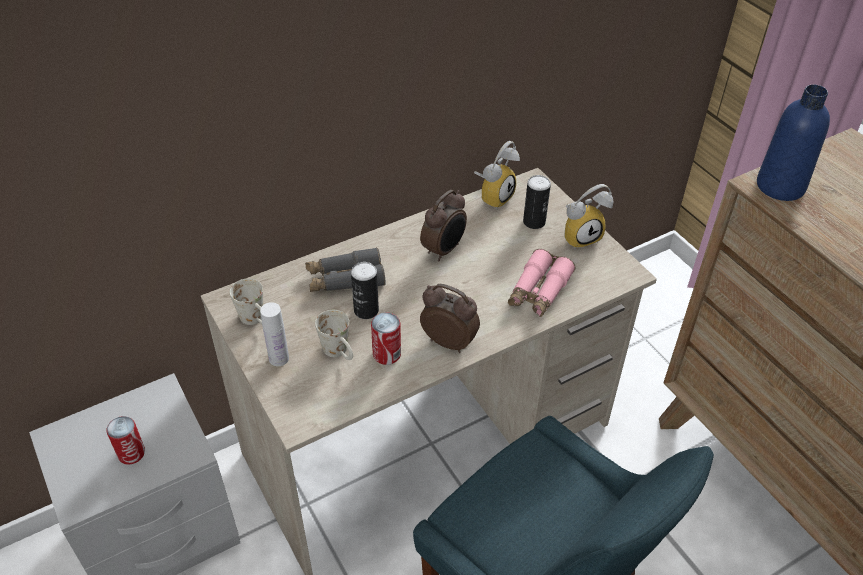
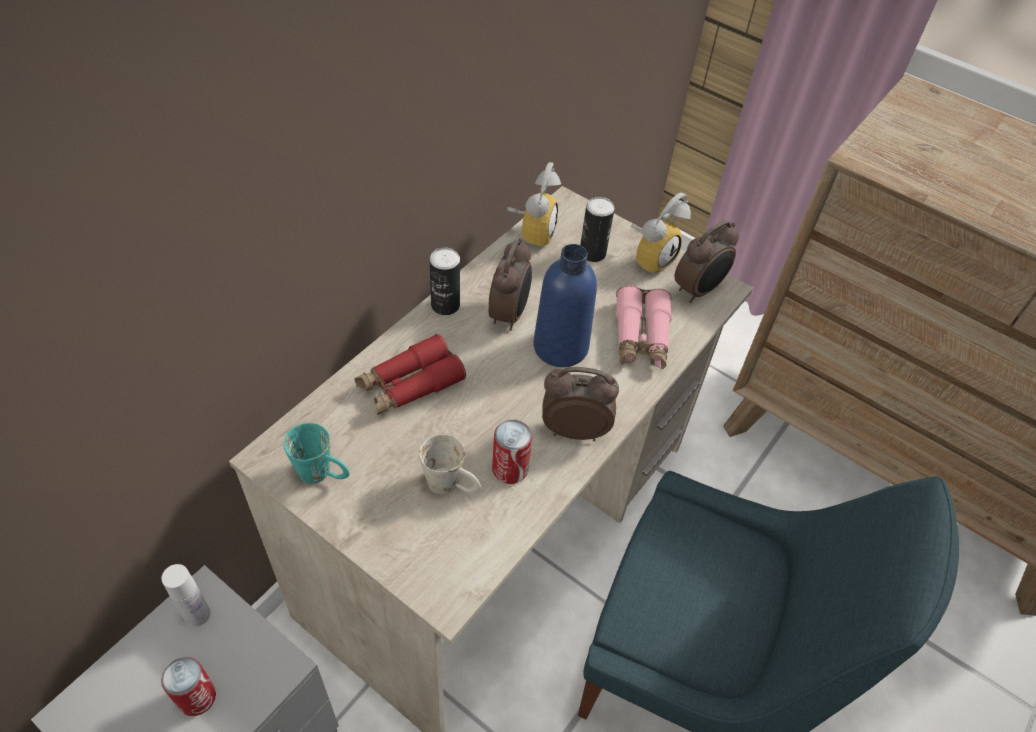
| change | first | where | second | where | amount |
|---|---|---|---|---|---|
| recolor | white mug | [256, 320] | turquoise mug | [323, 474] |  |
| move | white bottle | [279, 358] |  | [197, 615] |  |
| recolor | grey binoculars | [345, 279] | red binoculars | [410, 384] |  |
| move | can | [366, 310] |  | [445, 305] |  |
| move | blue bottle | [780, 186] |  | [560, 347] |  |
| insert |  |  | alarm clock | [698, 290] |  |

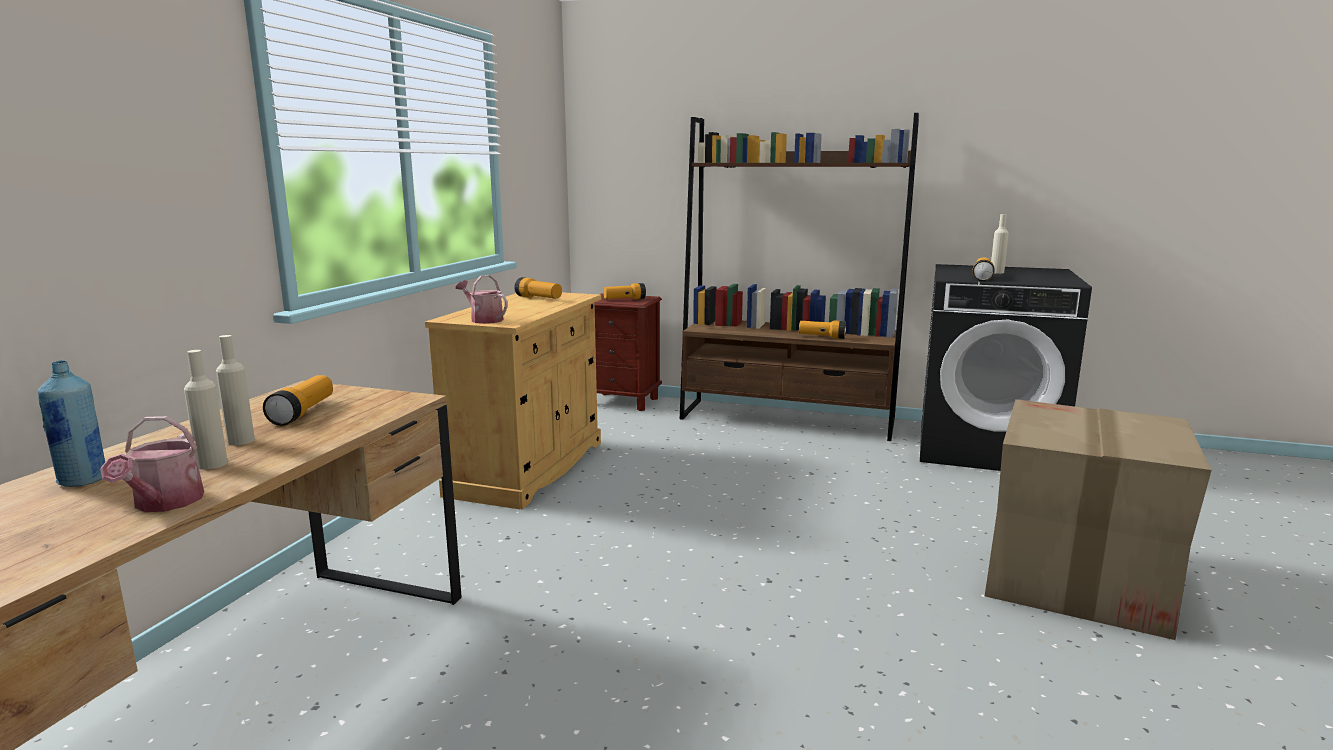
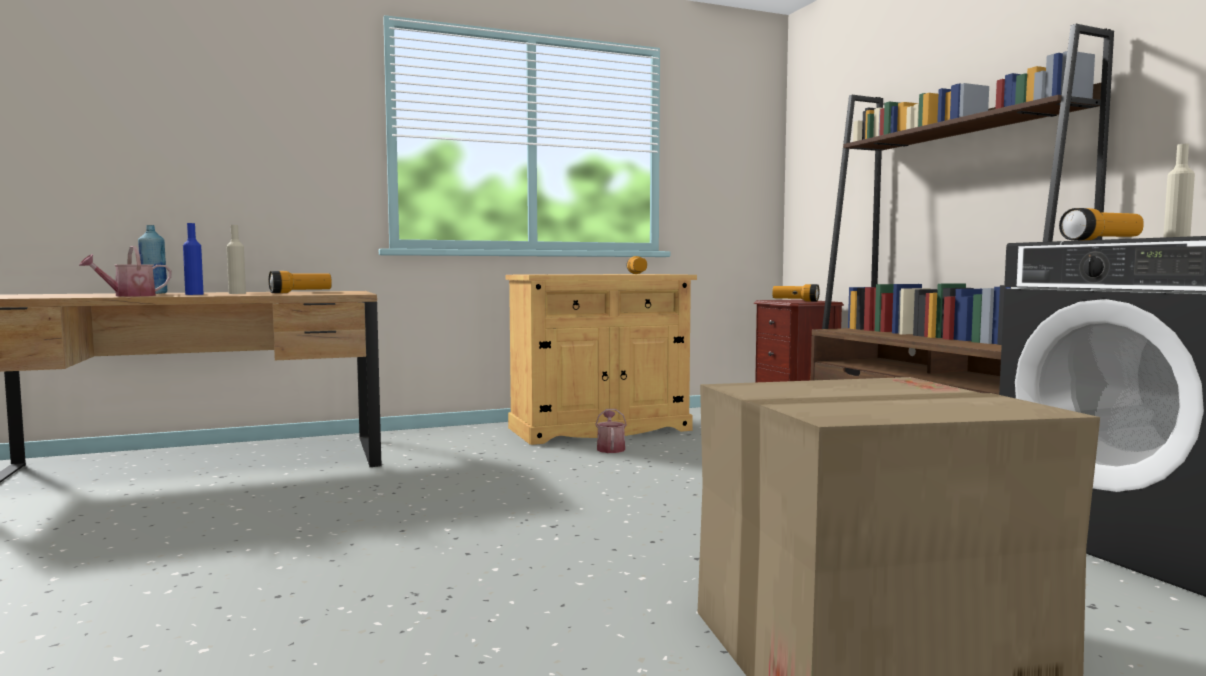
| change | first | where | second | where | amount |
|---|---|---|---|---|---|
| recolor | beige bottle | [212, 464] | blue bottle | [194, 294] |  |
| move | watering can | [484, 320] |  | [610, 448] |  |
| delete | flashlight | [822, 337] |  |  |  |

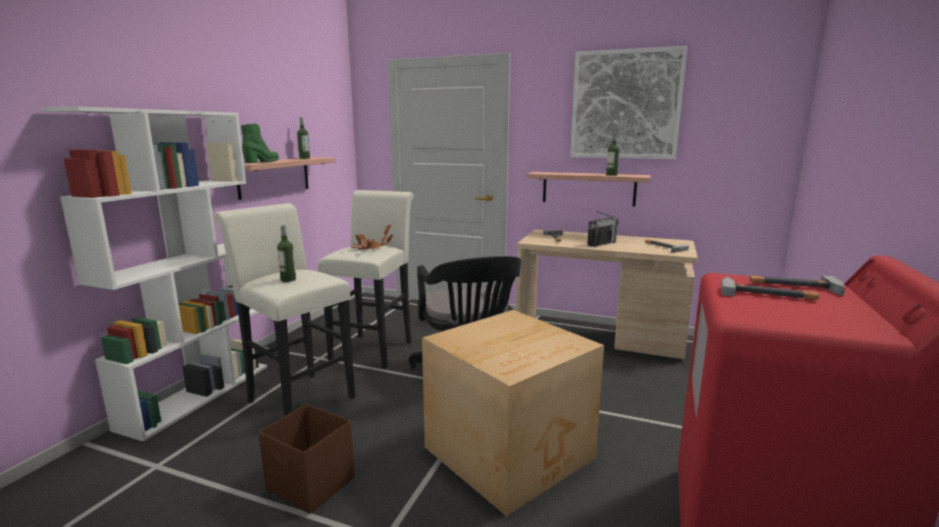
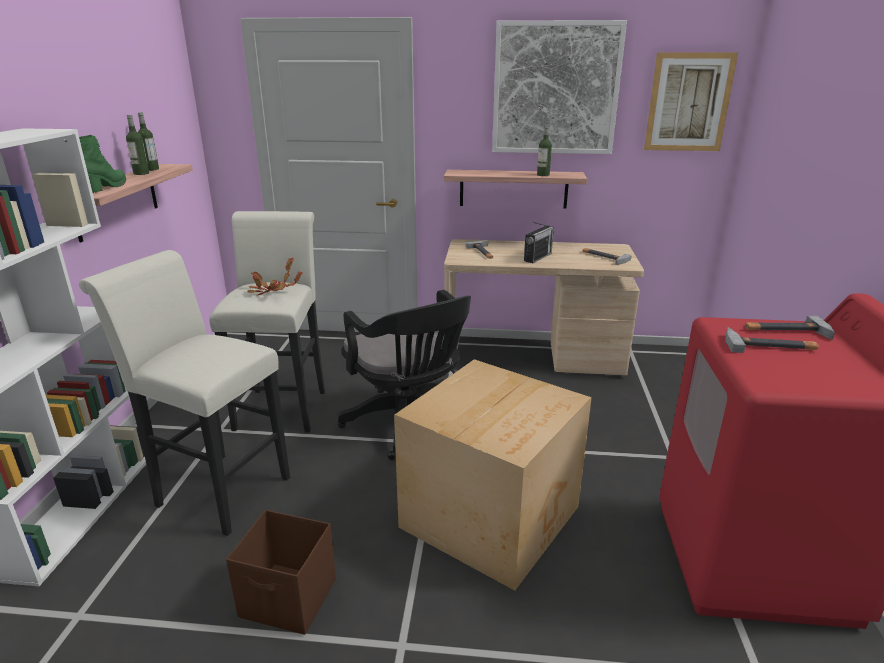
| change | first | where | second | where | amount |
|---|---|---|---|---|---|
| move | bottle | [288, 280] |  | [141, 173] |  |
| insert |  |  | picture | [688, 102] |  |

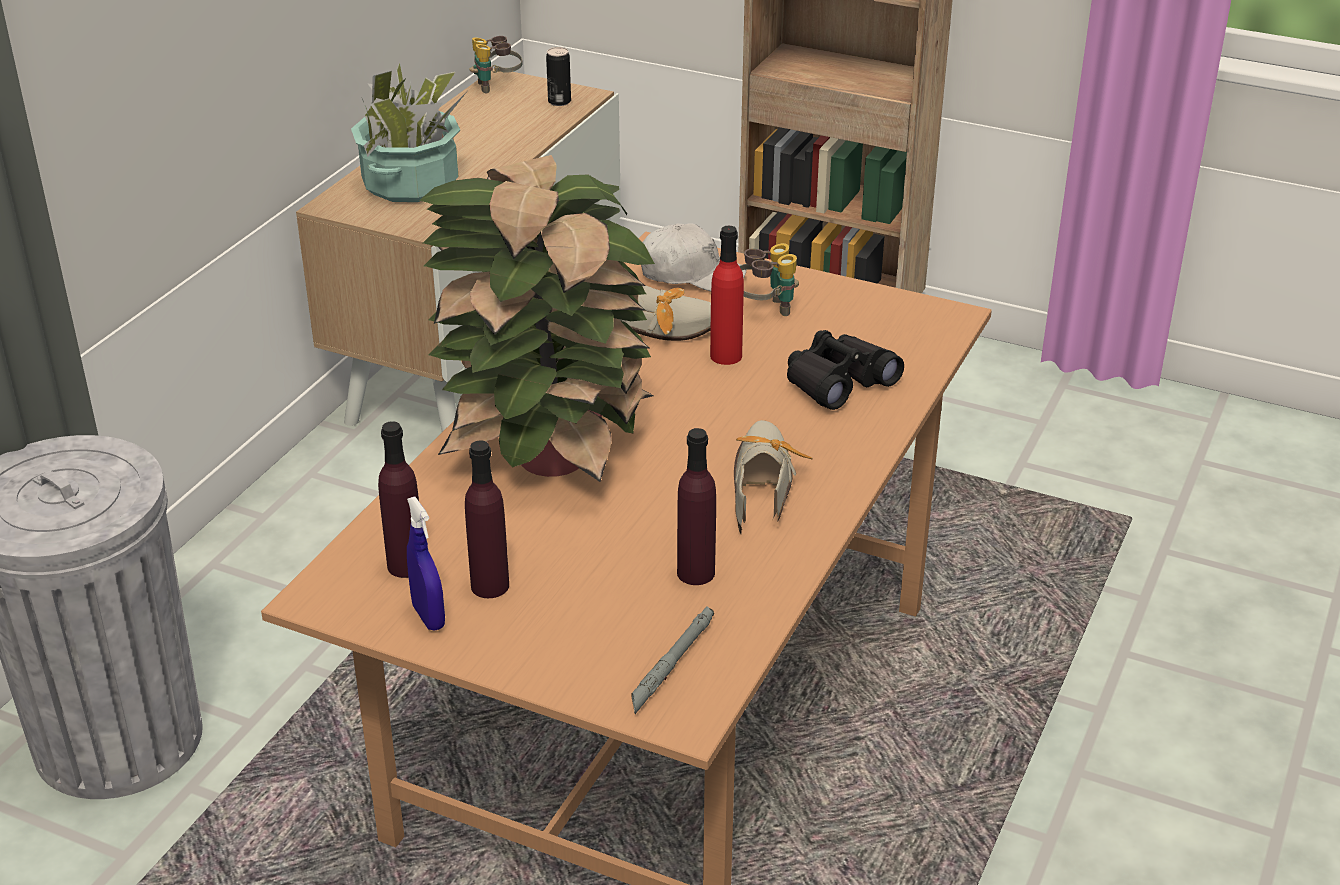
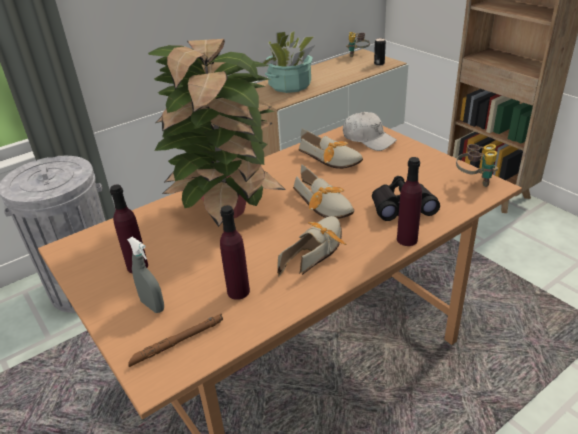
| change | first | where | second | where | amount |
|---|---|---|---|---|---|
| move | purple bottle | [406, 565] |  | [407, 239] |  |
| delete | blue spray bottle | [428, 617] |  |  |  |
| recolor | grey flashlight | [672, 664] | brown flashlight | [178, 342] |  |
| delete | red bottle | [726, 356] |  |  |  |
| move | binoculars | [764, 310] |  | [474, 181] |  |
| insert |  |  | grey spray bottle | [152, 306] |  |
| insert |  |  | shoe | [325, 206] |  |

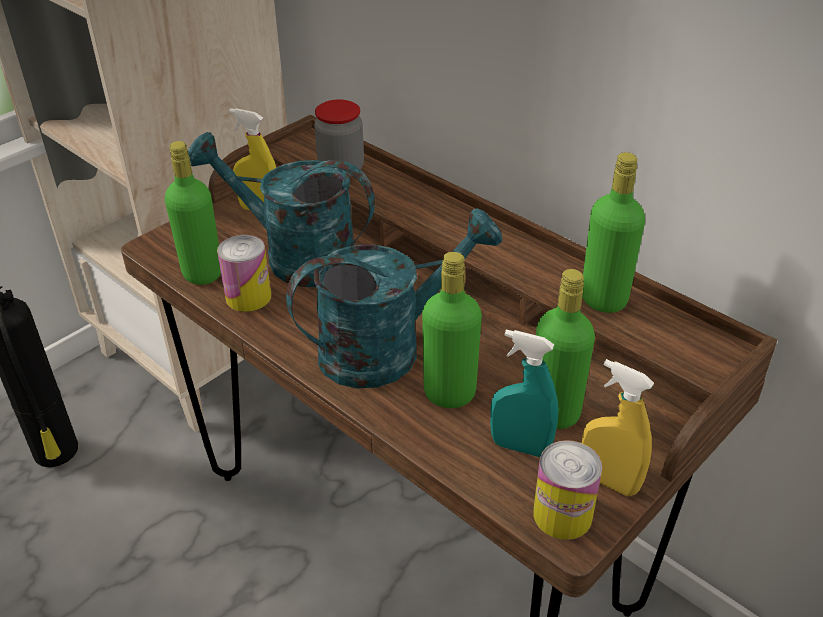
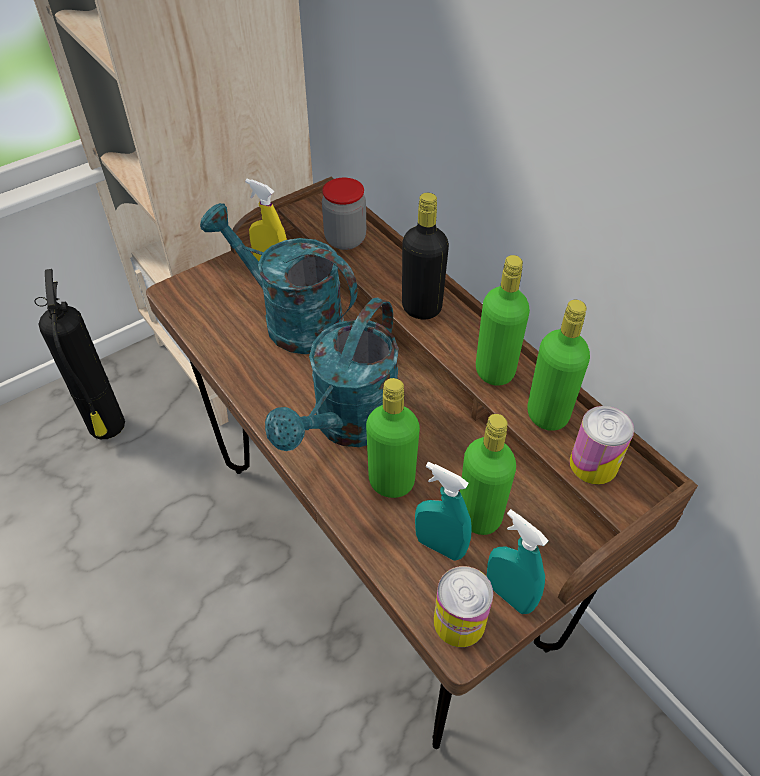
| change | first | where | second | where | amount |
|---|---|---|---|---|---|
| move | green bottle | [202, 273] |  | [494, 371] |  |
| move | can | [248, 297] |  | [593, 464] |  |
| rotate | turquoise watering can | [387, 347] |  | [348, 426] | 135 degrees clockwise |
| recolor | yellow spray bottle | [608, 481] | turquoise spray bottle | [509, 595] |  |
| insert |  |  | black bottle | [421, 308] |  |

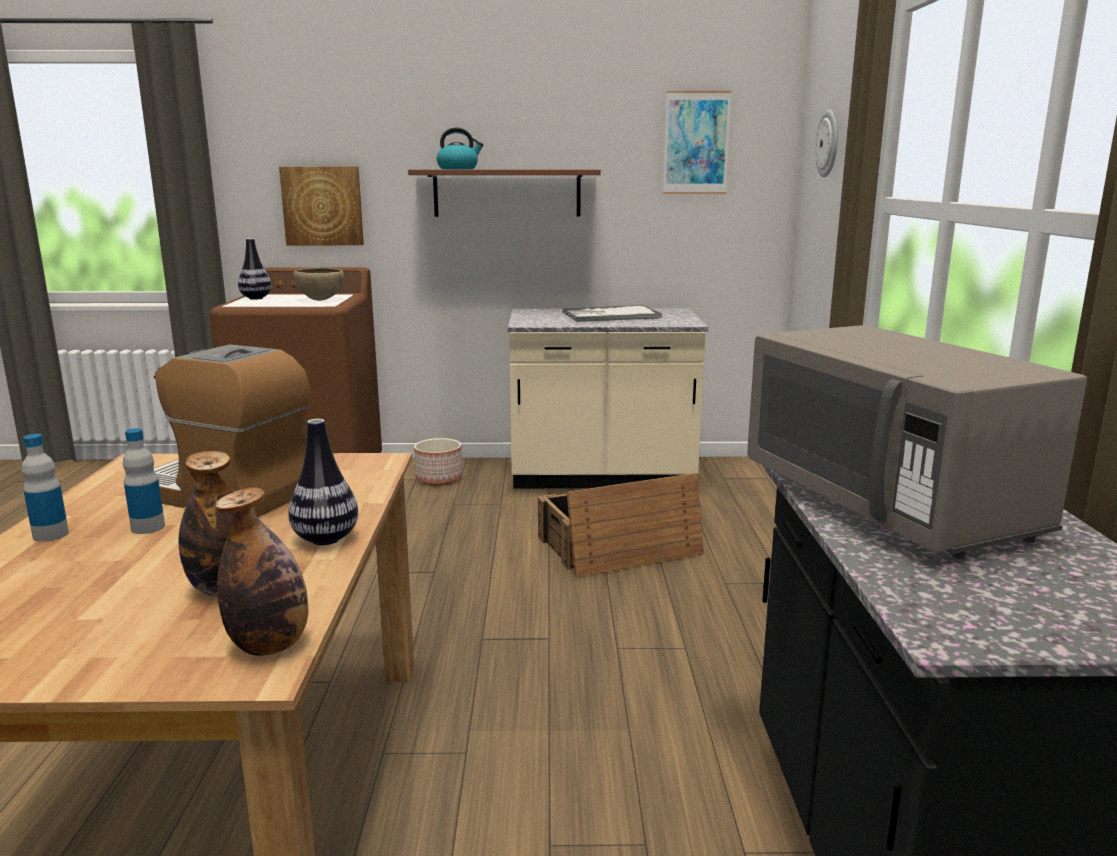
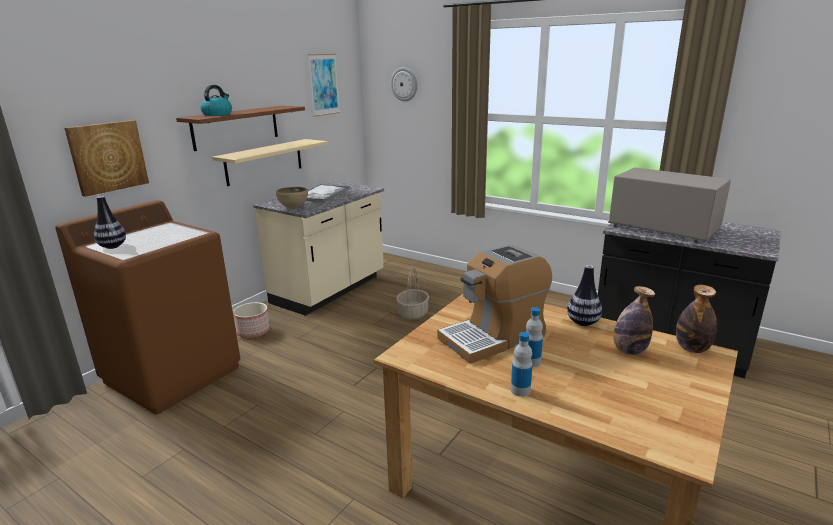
| change | first | where | second | where | amount |
|---|---|---|---|---|---|
| move | brown bowl | [320, 300] |  | [293, 208] |  |
| replace | crate | [618, 547] | basket | [413, 314] |  |
| rotate | grey microwave | [886, 504] |  | [662, 229] | 150 degrees counterclockwise |
| insert |  |  | beige shelf | [264, 161] |  |

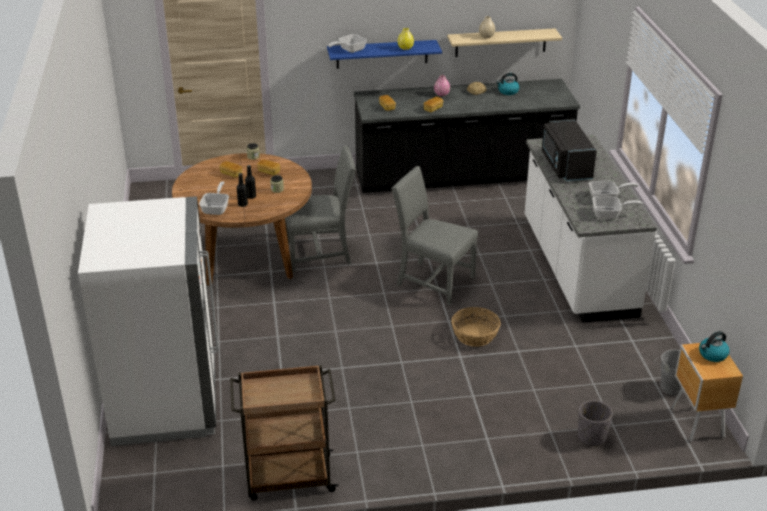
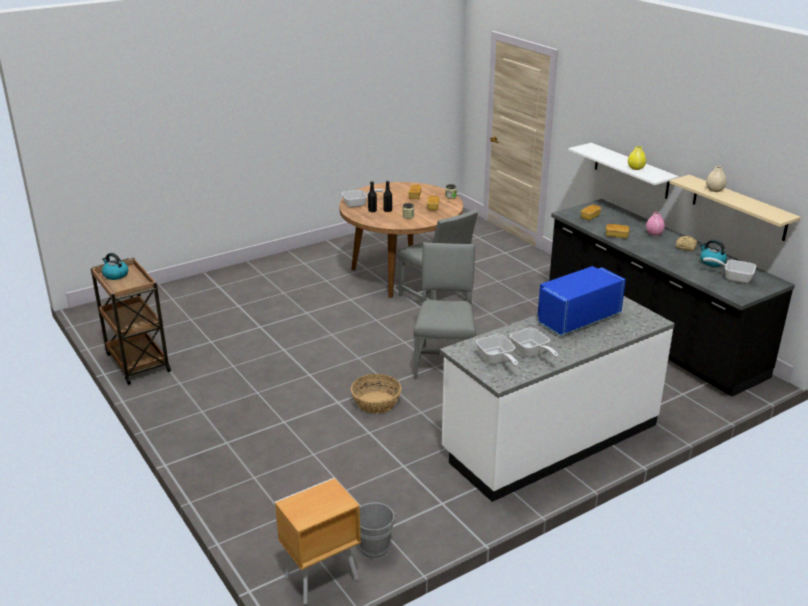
| change | first | where | second | where | amount |
|---|---|---|---|---|---|
| delete | white fridge | [166, 401] |  |  |  |
| recolor | blue shelf | [382, 54] | white shelf | [631, 170] |  |
| move | frying pan | [349, 50] |  | [733, 277] |  |
| recolor | black microwave | [565, 166] | blue microwave | [576, 318] |  |
| delete | grey planter | [592, 436] |  |  |  |
| move | kettle | [712, 355] |  | [115, 275] |  |

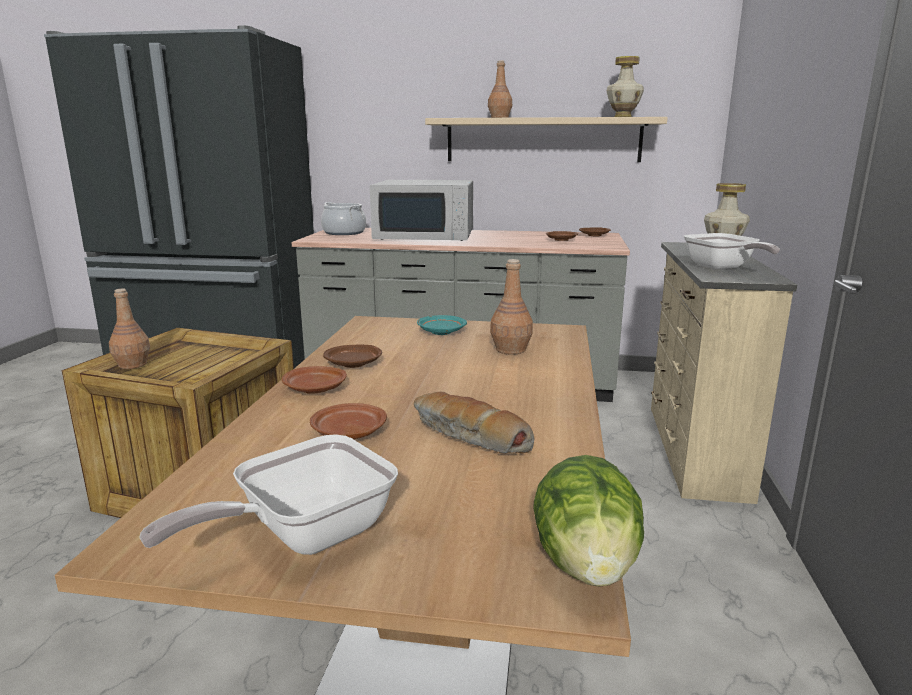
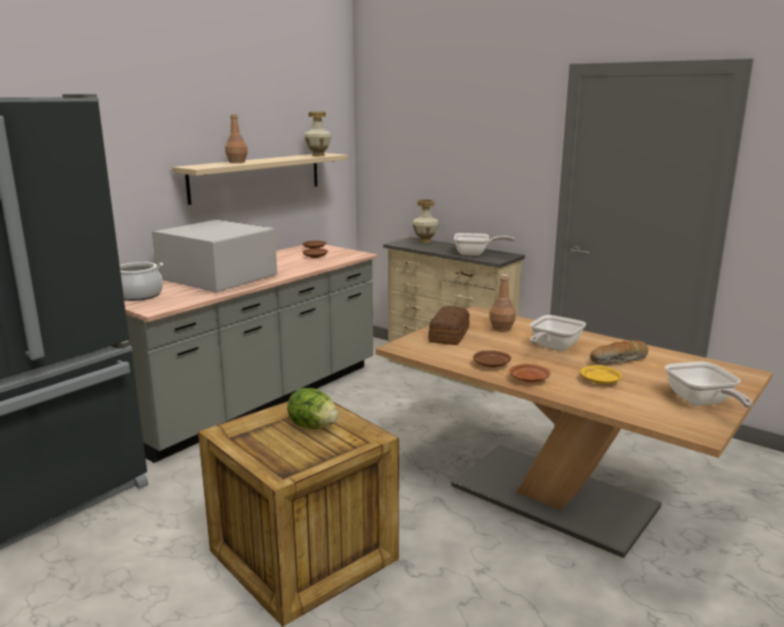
| change | first | where | second | where | amount |
|---|---|---|---|---|---|
| delete | brown bottle | [132, 364] |  |  |  |
| recolor | brown plate | [348, 433] | yellow plate | [600, 381] |  |
| rotate | white microwave | [426, 235] |  | [217, 278] | 90 degrees counterclockwise |
| replace | turquoise plate | [441, 332] | bread | [448, 335] |  |
| move | lettuce | [586, 564] |  | [313, 426] |  |
| insert |  |  | frying pan | [553, 348] |  |

